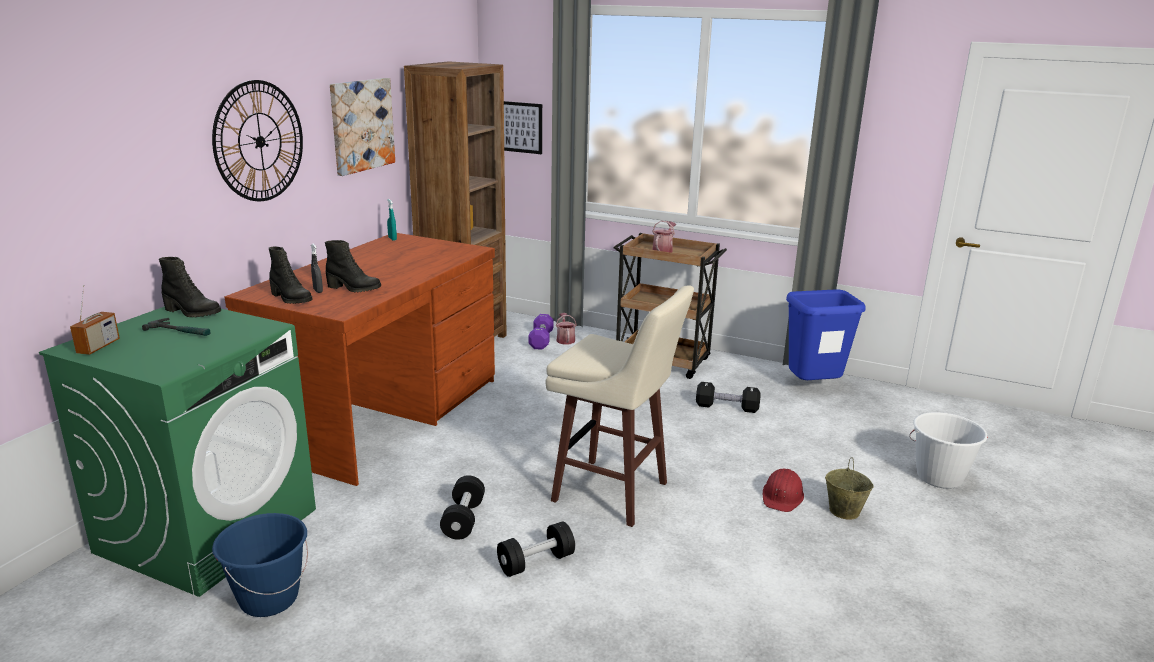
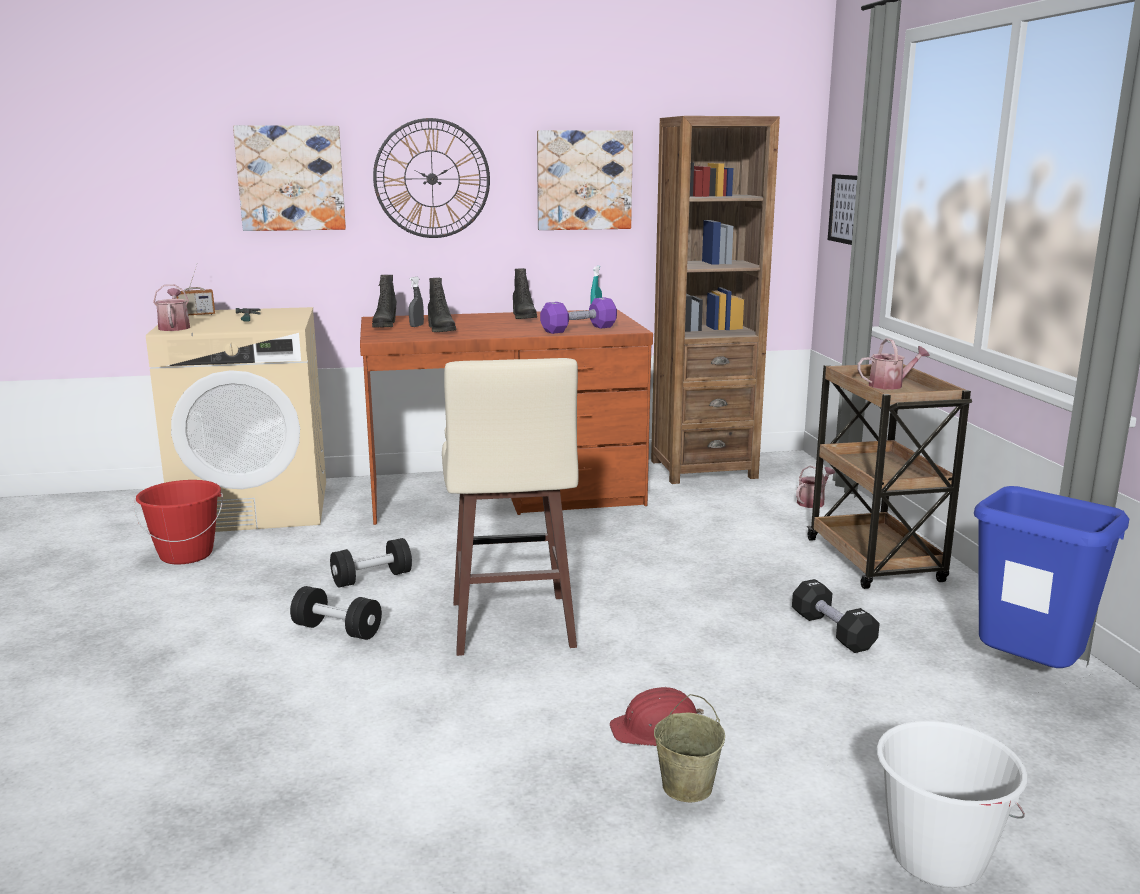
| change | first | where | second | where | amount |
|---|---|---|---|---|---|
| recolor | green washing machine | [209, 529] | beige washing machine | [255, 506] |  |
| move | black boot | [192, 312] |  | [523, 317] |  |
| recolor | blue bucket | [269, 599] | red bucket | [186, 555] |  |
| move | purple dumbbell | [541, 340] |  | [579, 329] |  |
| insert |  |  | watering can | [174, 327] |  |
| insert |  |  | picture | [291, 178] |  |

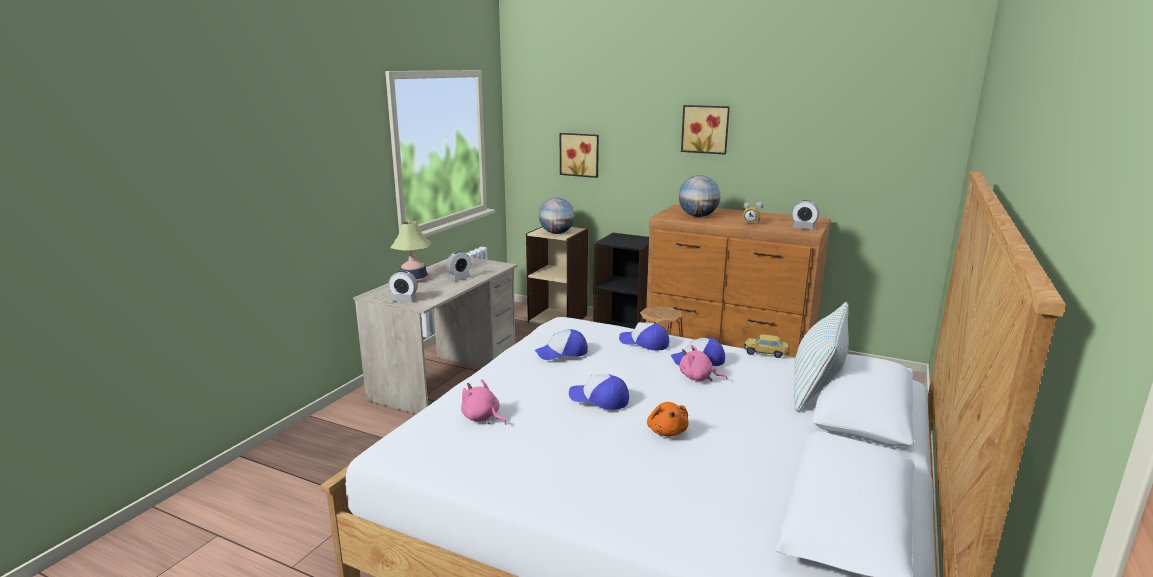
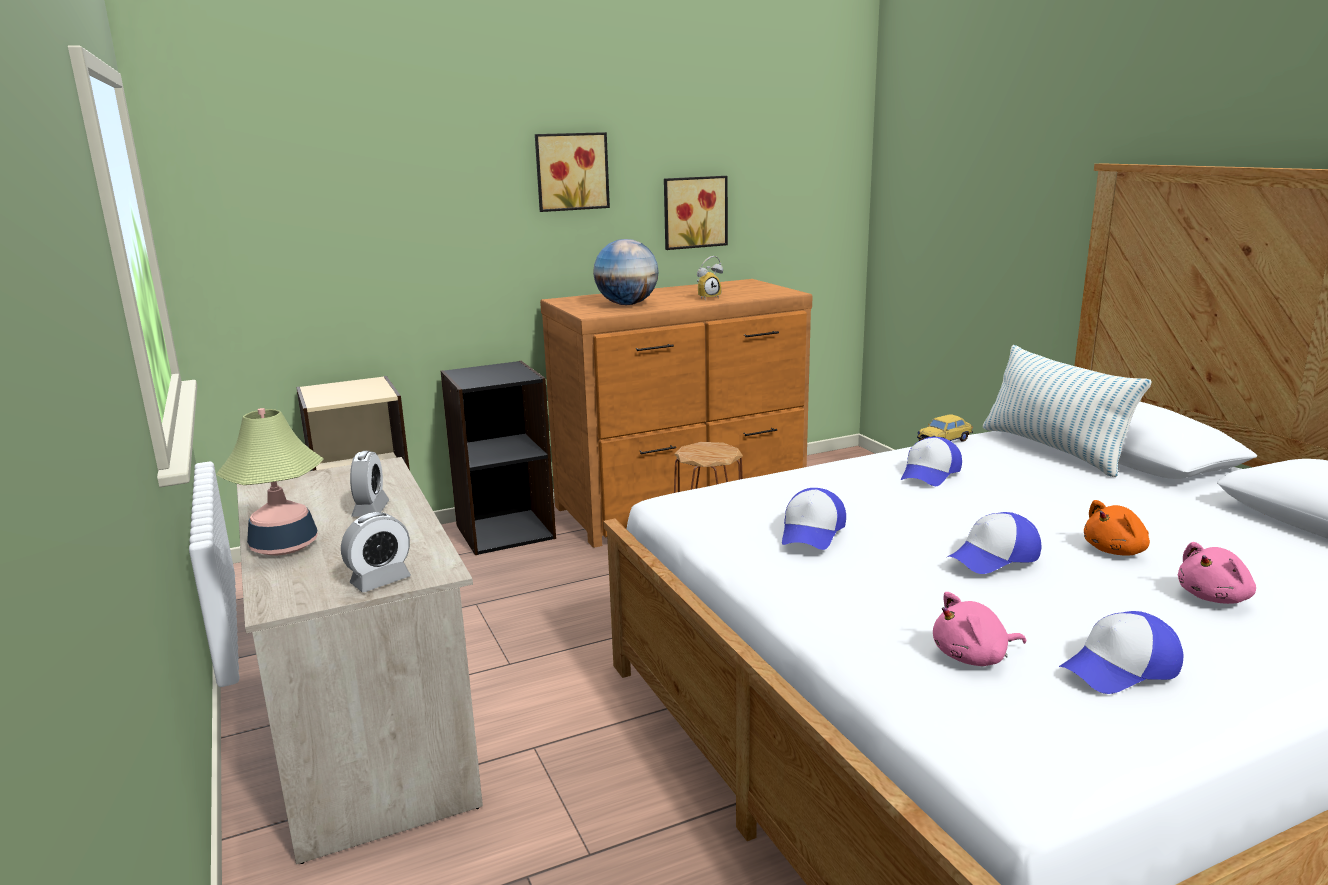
| change | first | where | second | where | amount |
|---|---|---|---|---|---|
| delete | globe | [557, 233] |  |  |  |
| move | picture | [580, 154] |  | [694, 212] |  |
| move | cap | [644, 343] |  | [1120, 668] |  |
| rotate | orange plush toy | [667, 431] |  | [1116, 551] | 120 degrees clockwise |
| move | pink plush toy | [698, 378] |  | [1215, 597] |  |
| delete | alarm clock | [803, 228] |  |  |  |

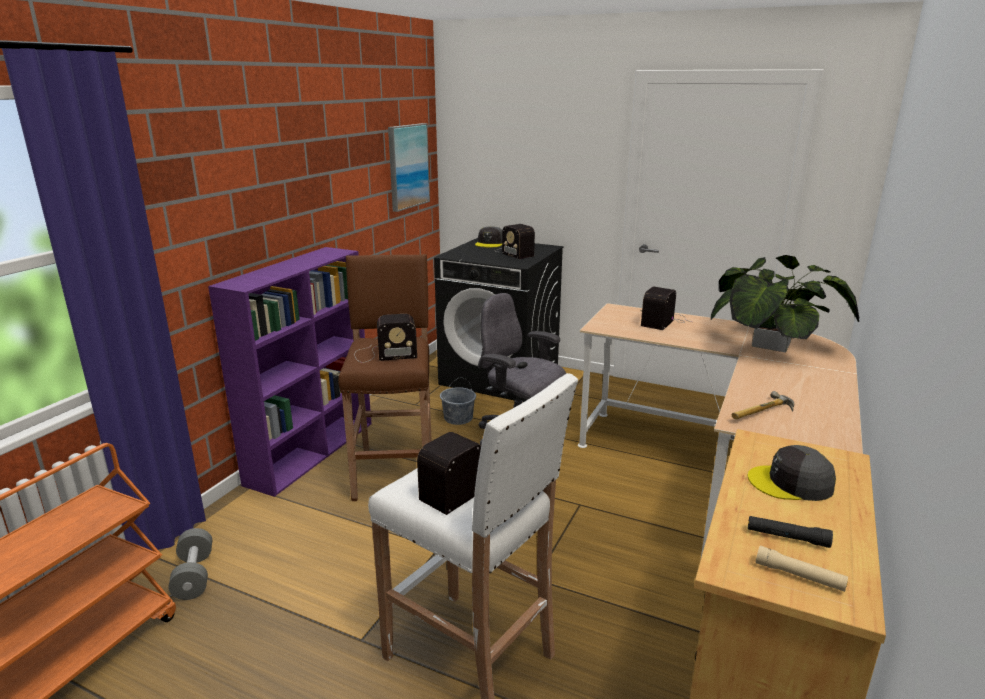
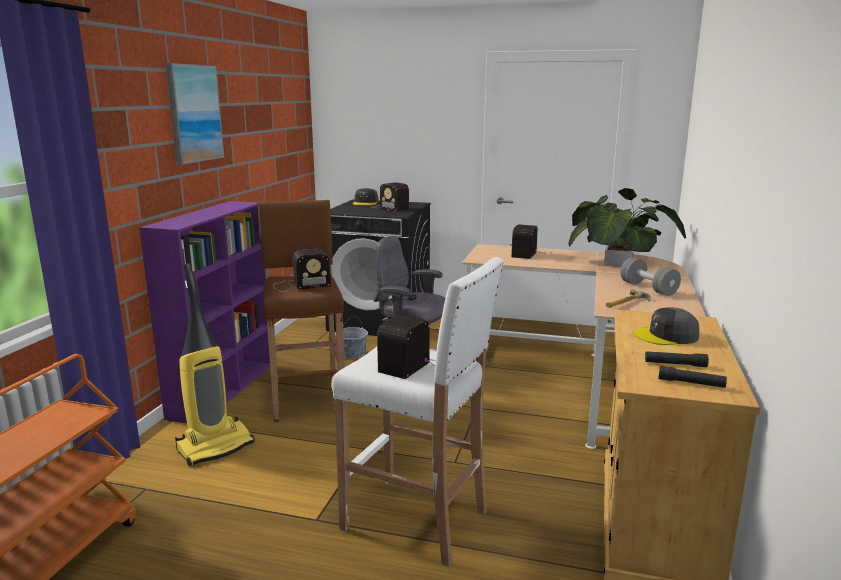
| change | first | where | second | where | amount |
|---|---|---|---|---|---|
| move | grey dumbbell | [194, 576] |  | [648, 288] |  |
| move | picture | [407, 166] |  | [194, 113] |  |
| recolor | beige flashlight | [799, 576] | black flashlight | [691, 383] |  |
| insert |  |  | vacuum cleaner | [215, 446] |  |

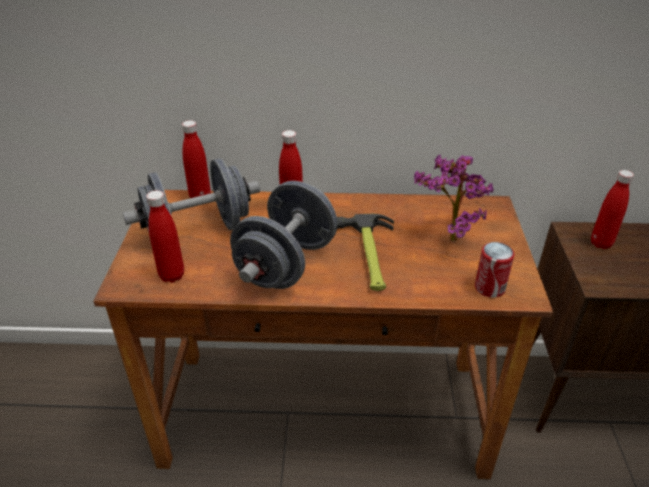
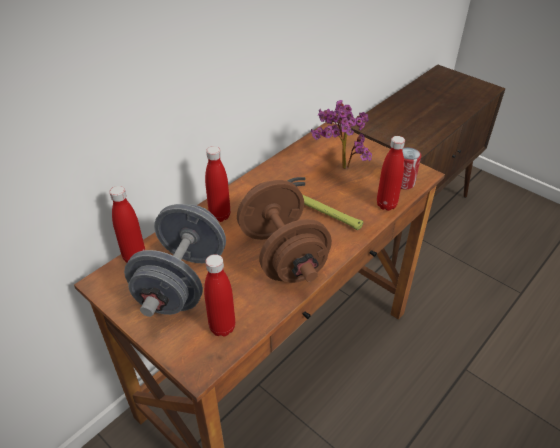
| change | first | where | second | where | amount |
|---|---|---|---|---|---|
| recolor | grey dumbbell | [286, 264] | brown dumbbell | [282, 255] |  |
| move | red bottle | [601, 243] |  | [386, 205] |  |

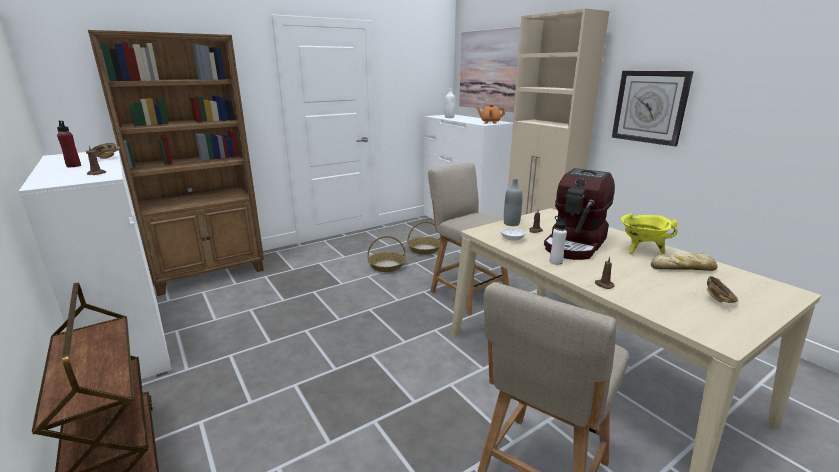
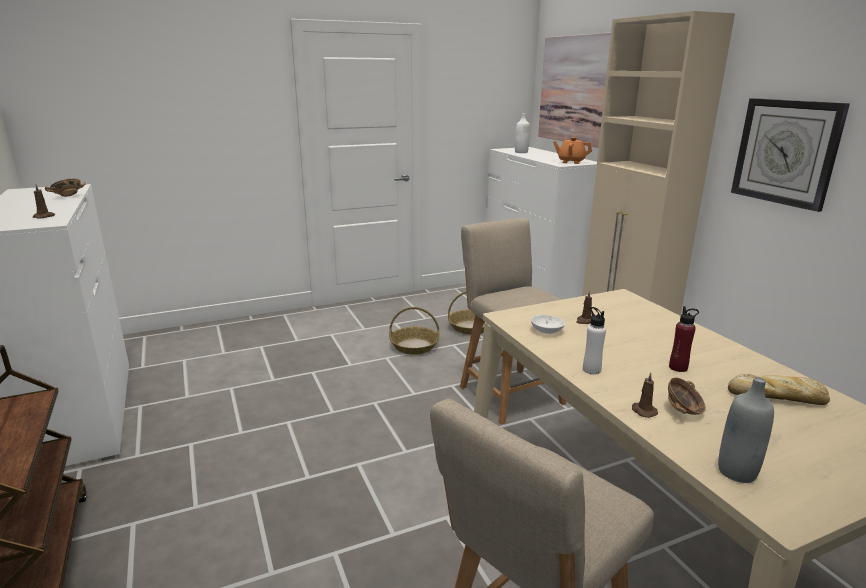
| change | first | where | second | where | amount |
|---|---|---|---|---|---|
| move | red bottle | [74, 166] |  | [678, 367] |  |
| delete | brown bookcase | [210, 273] |  |  |  |
| move | grey bottle | [511, 223] |  | [737, 472] |  |
| delete | coffee machine | [576, 244] |  |  |  |
| delete | yellow cooking pot | [641, 250] |  |  |  |
| move | bowl | [719, 300] |  | [684, 410] |  |

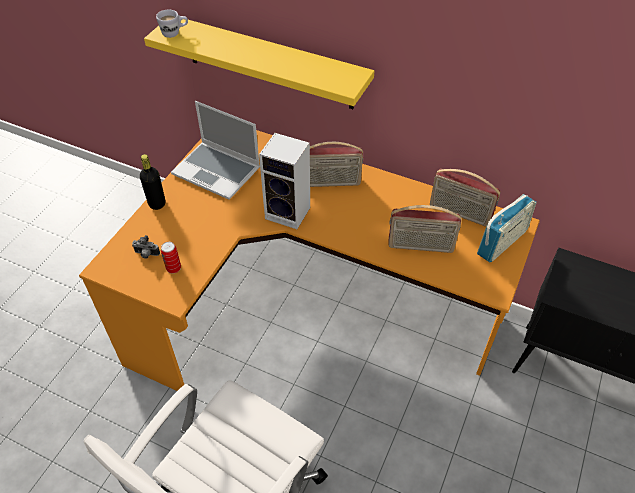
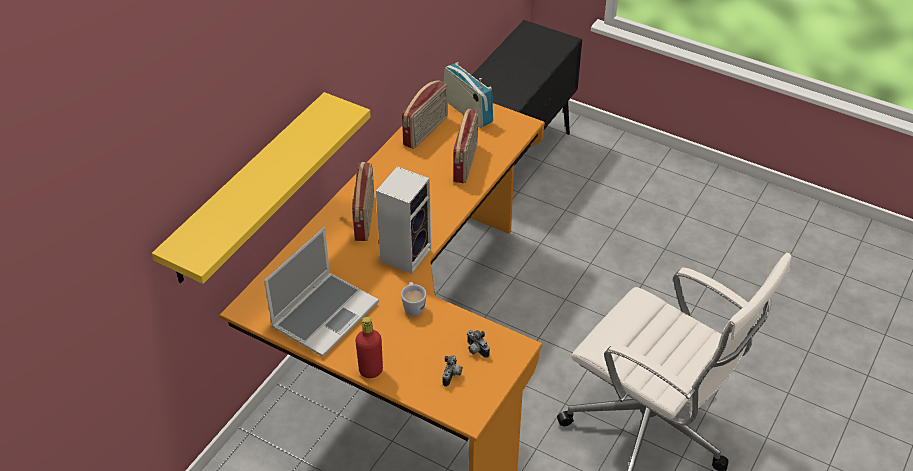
| change | first | where | second | where | amount |
|---|---|---|---|---|---|
| recolor | black bottle | [157, 203] | red bottle | [371, 370] |  |
| move | white mug | [175, 33] |  | [413, 306] |  |
| replace | can | [173, 268] | photo camera | [475, 350] |  |

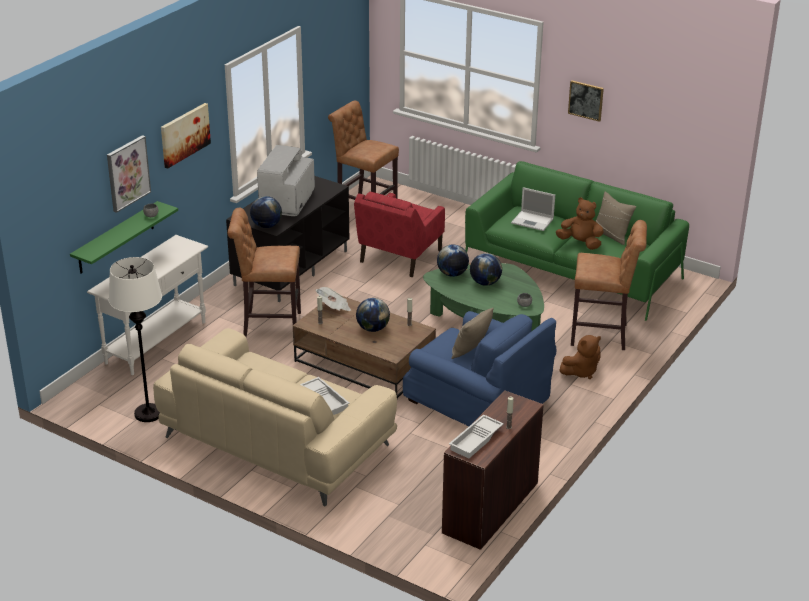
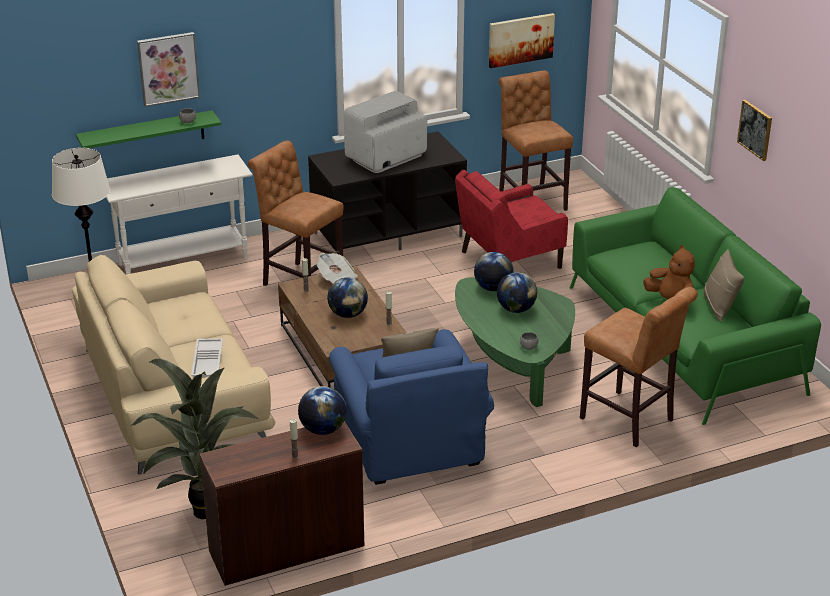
| change | first | where | second | where | amount |
|---|---|---|---|---|---|
| move | picture | [184, 134] |  | [520, 40] |  |
| move | globe | [266, 226] |  | [322, 429] |  |
| delete | white tray | [476, 440] |  |  |  |
| delete | laptop | [533, 221] |  |  |  |
| delete | brown plush toy | [581, 372] |  |  |  |
| insert |  |  | potted plant | [203, 515] |  |

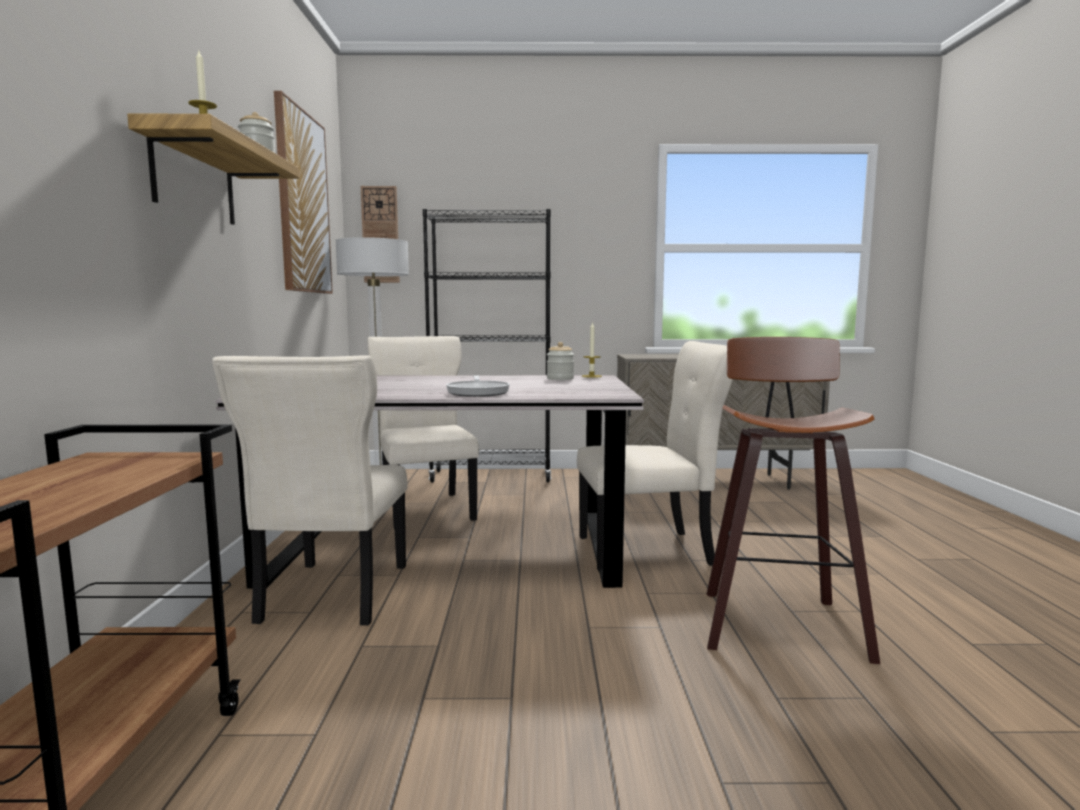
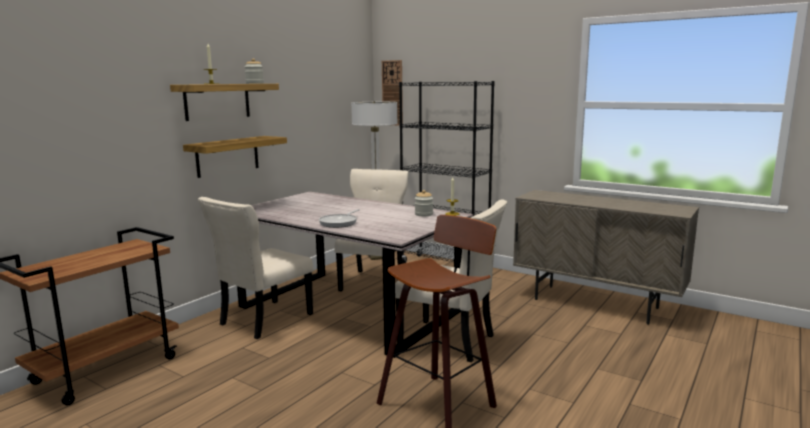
| change | first | where | second | where | amount |
|---|---|---|---|---|---|
| delete | picture | [302, 203] |  |  |  |
| insert |  |  | shelf | [227, 156] |  |

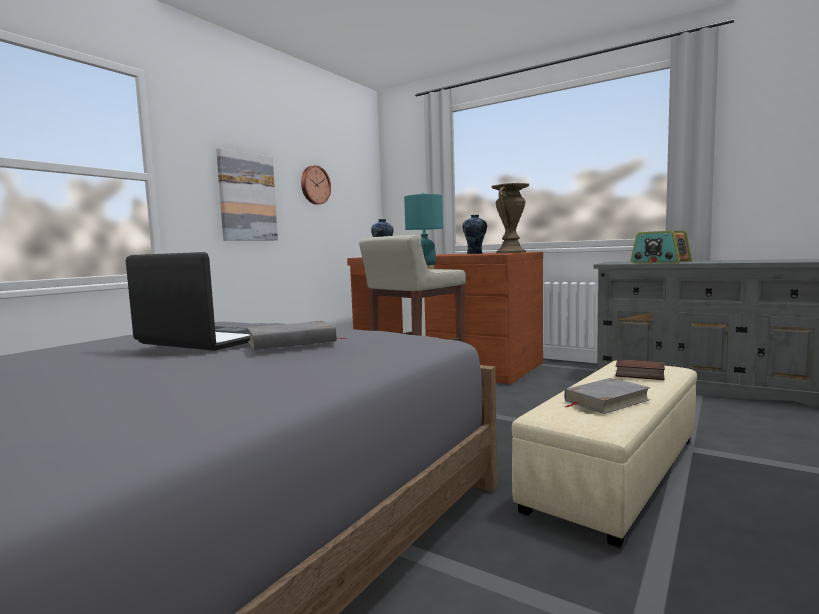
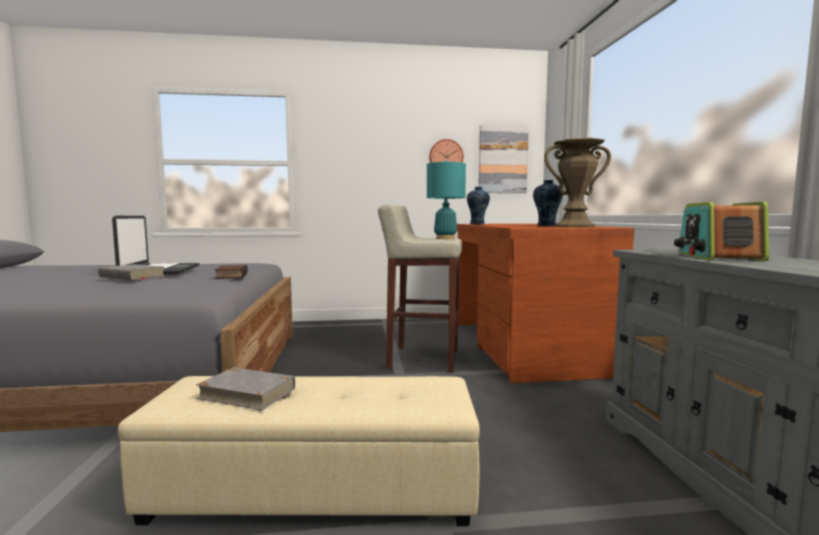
| change | first | where | second | where | amount |
|---|---|---|---|---|---|
| move | picture | [247, 197] |  | [502, 160] |  |
| move | book | [638, 374] |  | [230, 276] |  |

